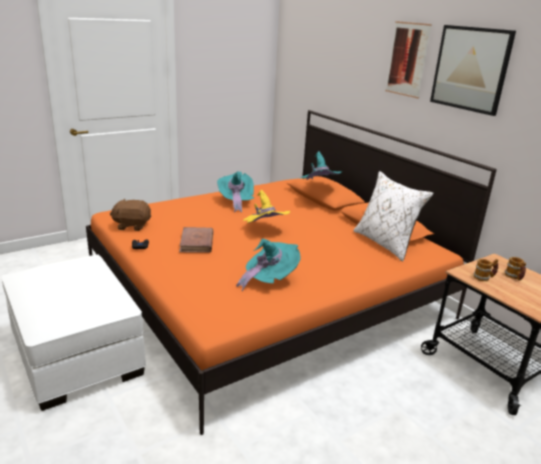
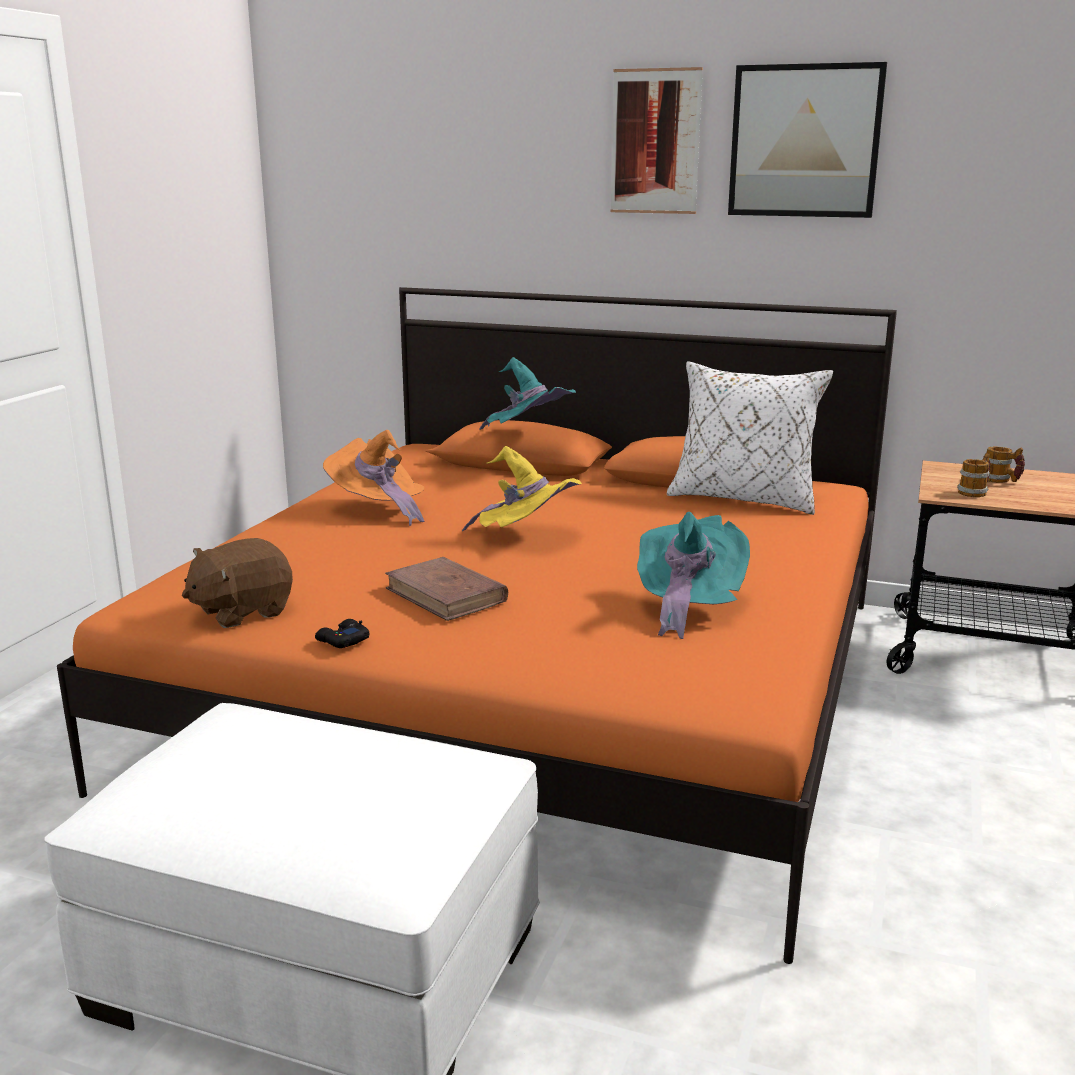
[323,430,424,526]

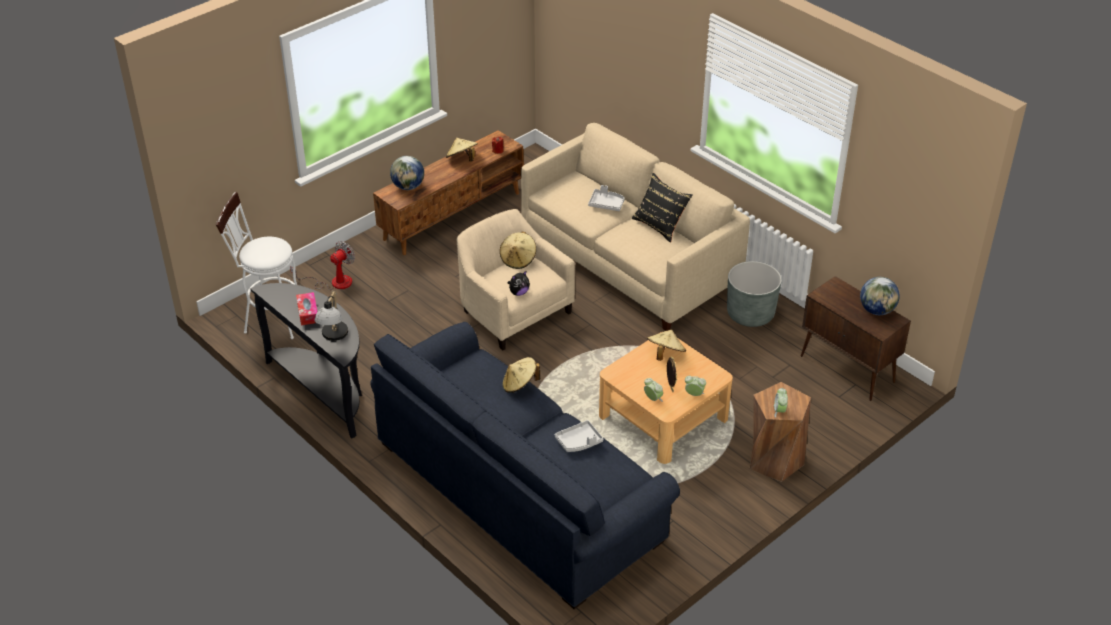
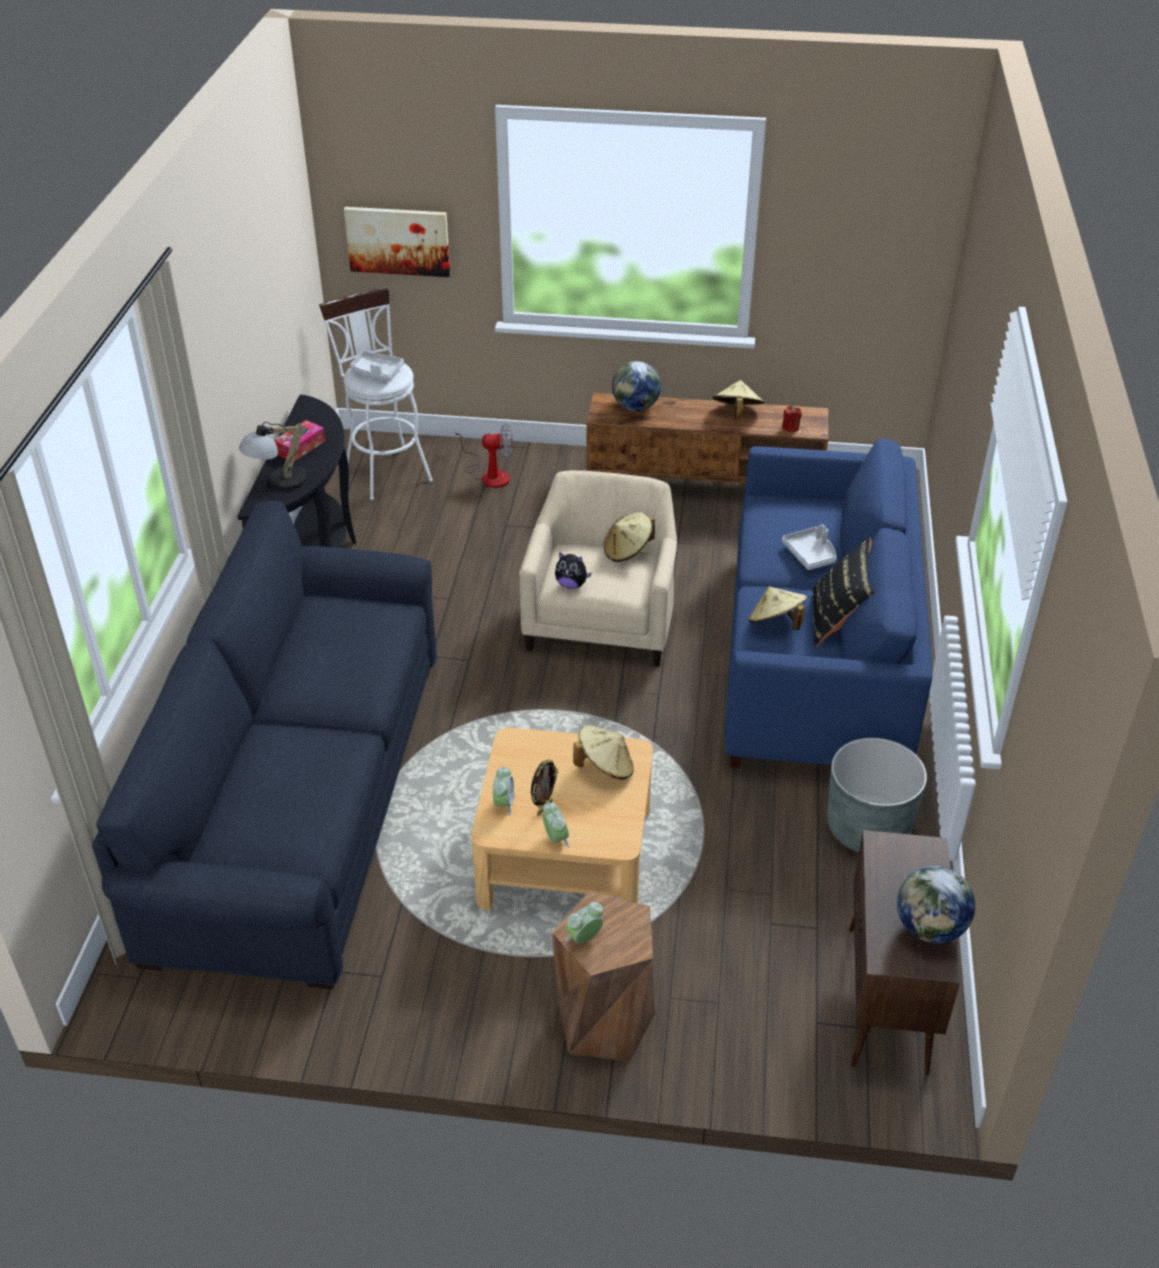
[724,438,933,768]
[748,586,807,630]
[350,351,404,381]
[344,207,450,277]

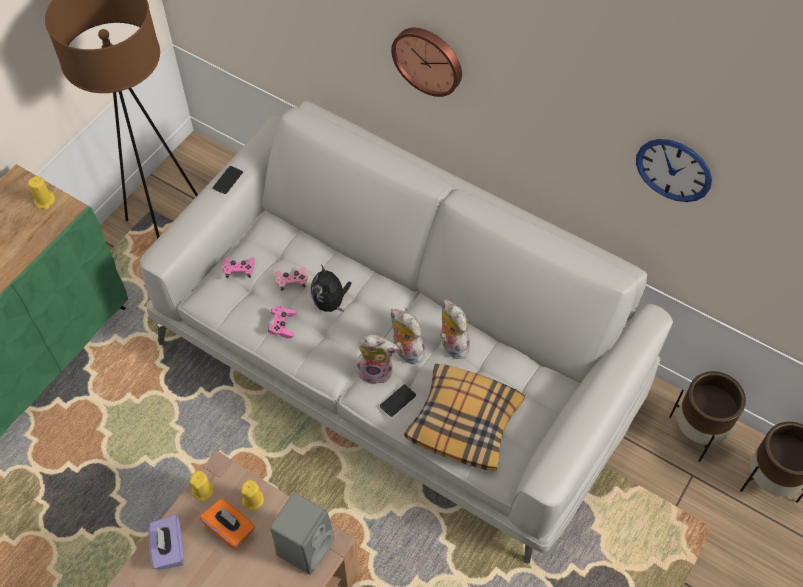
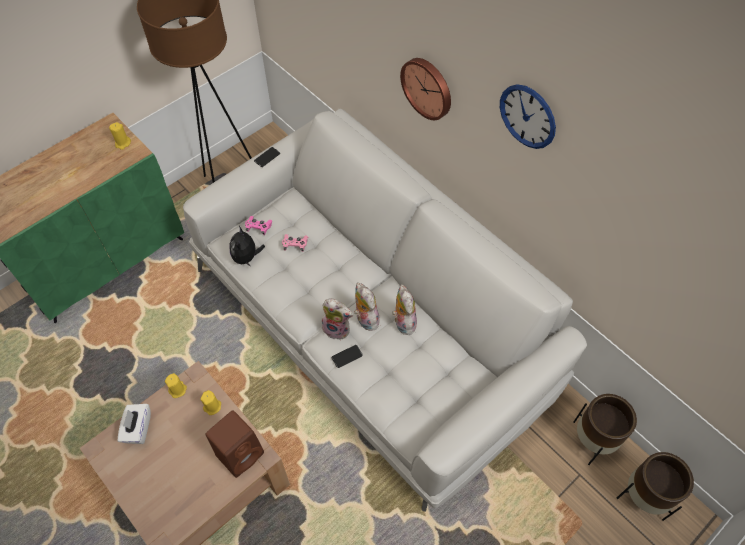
[500,84,556,149]
[229,226,265,267]
[268,305,297,338] (first image)
[404,364,525,471] (first image)
[206,411,264,478]
[200,499,255,550] (first image)
[118,404,151,444]

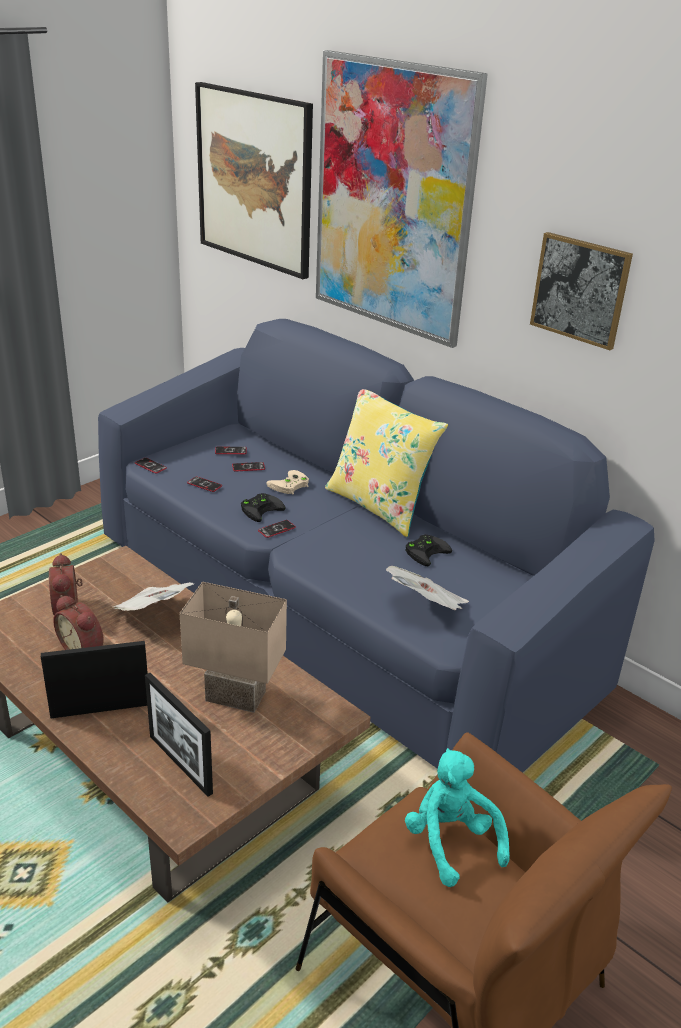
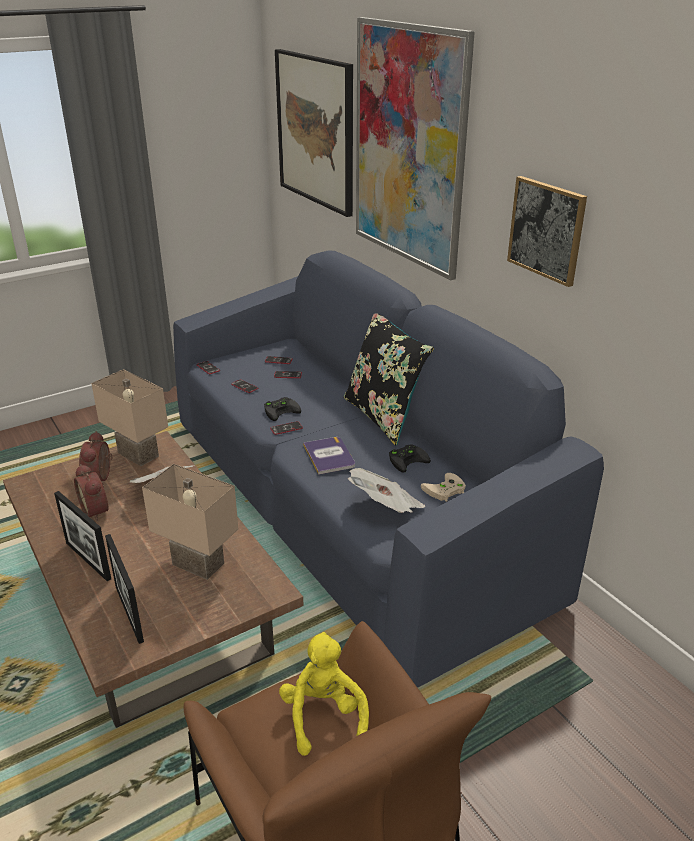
[344,313,434,445]
[421,473,466,502]
[54,491,111,581]
[279,632,369,756]
[91,369,168,466]
[303,437,355,475]

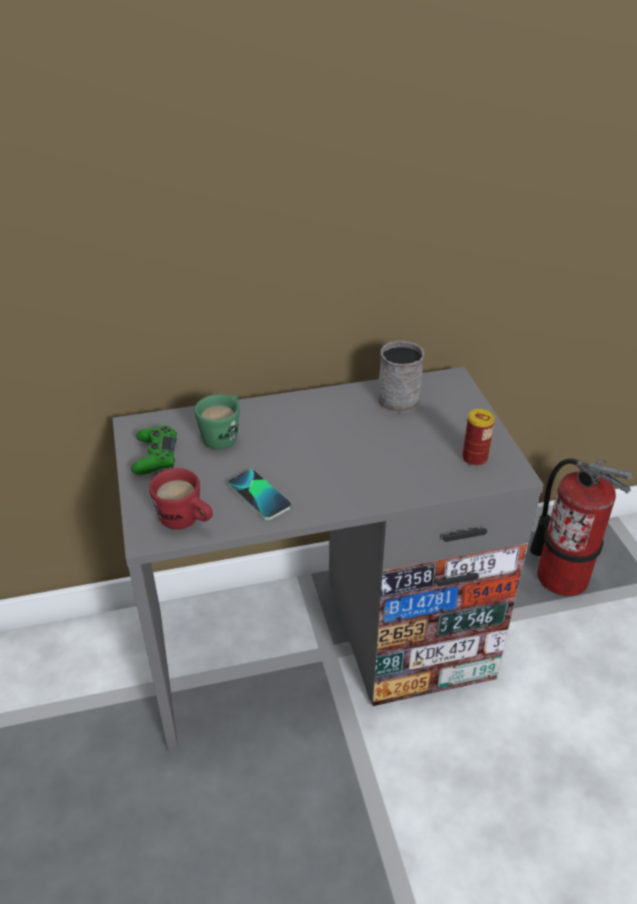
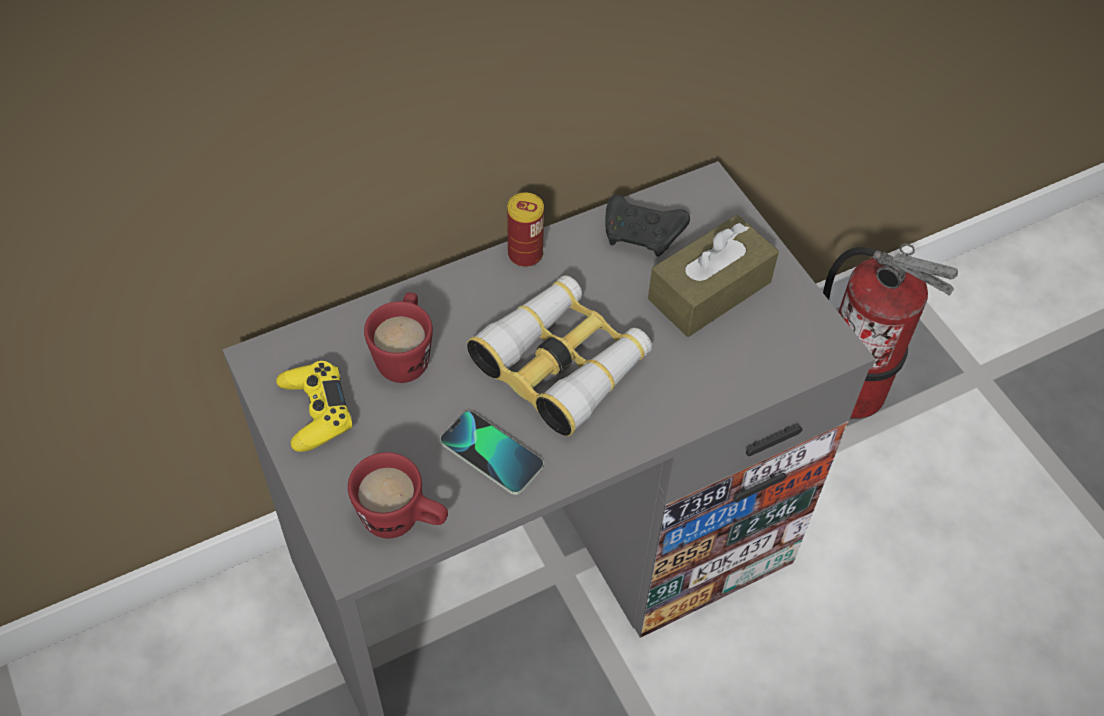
[605,195,690,257]
[364,292,433,383]
[507,193,544,267]
[276,361,353,452]
[648,215,779,337]
[467,275,652,436]

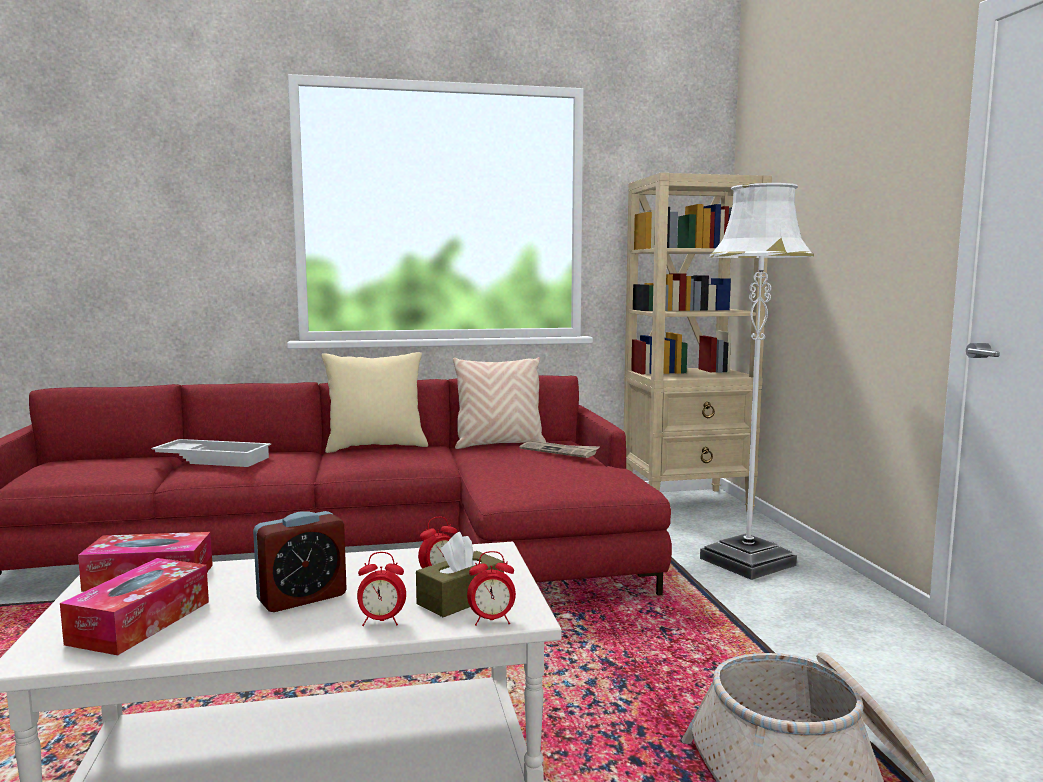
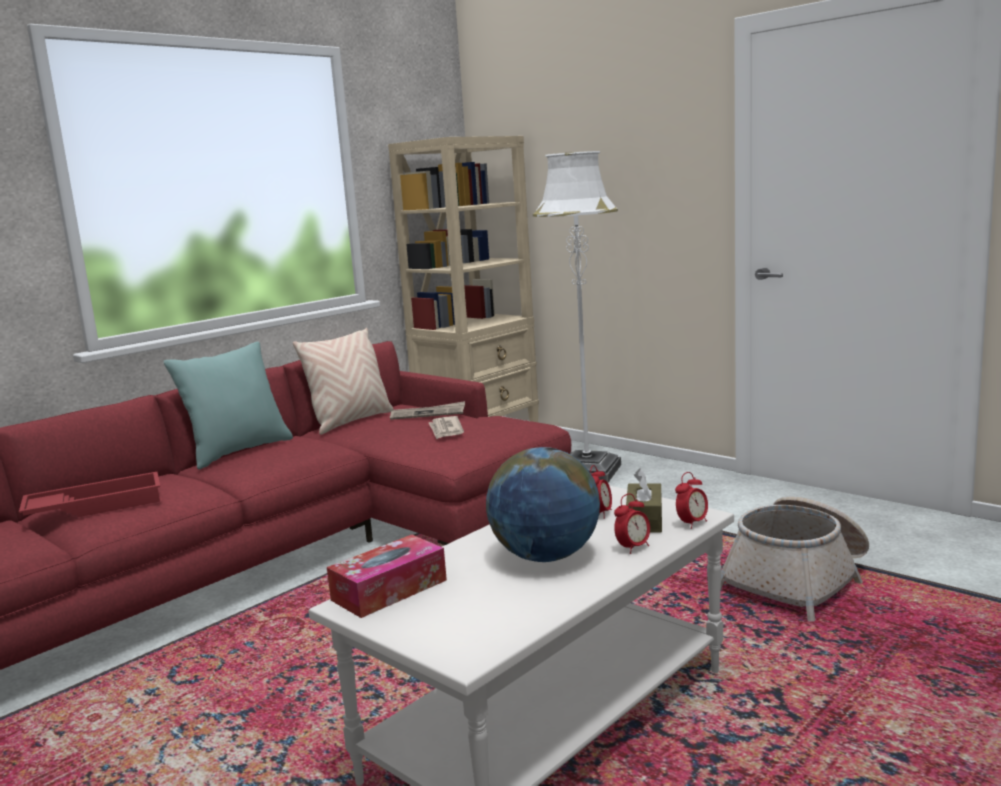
[163,342,293,469]
[19,472,160,517]
[486,447,600,562]
[60,558,209,655] (first image)
[429,416,464,439]

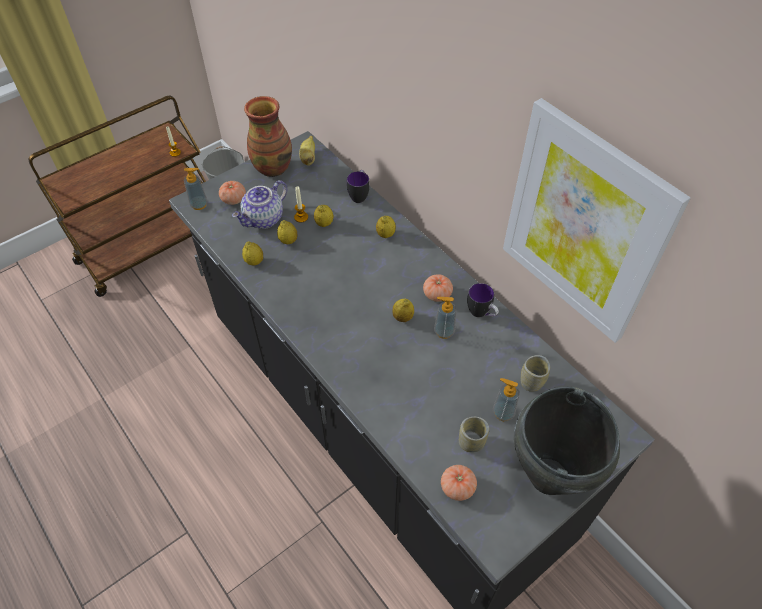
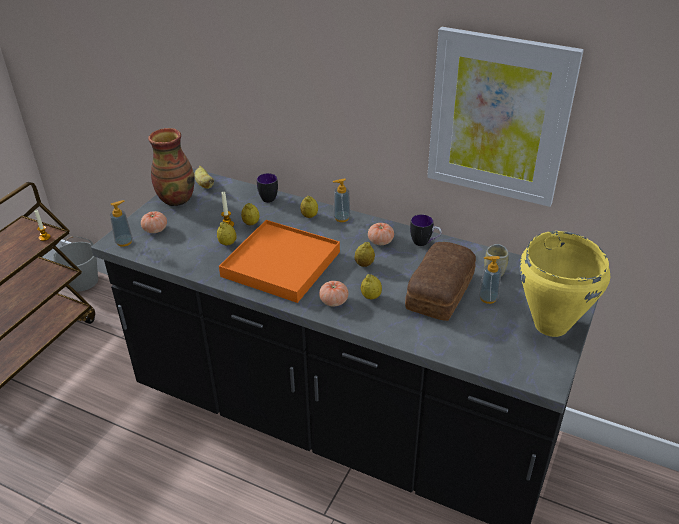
[232,180,287,229] (first image)
[361,274,382,299]
[333,178,351,222]
[520,231,610,337]
[459,417,489,453] (first image)
[319,281,348,306]
[219,220,340,303]
[405,242,476,321]

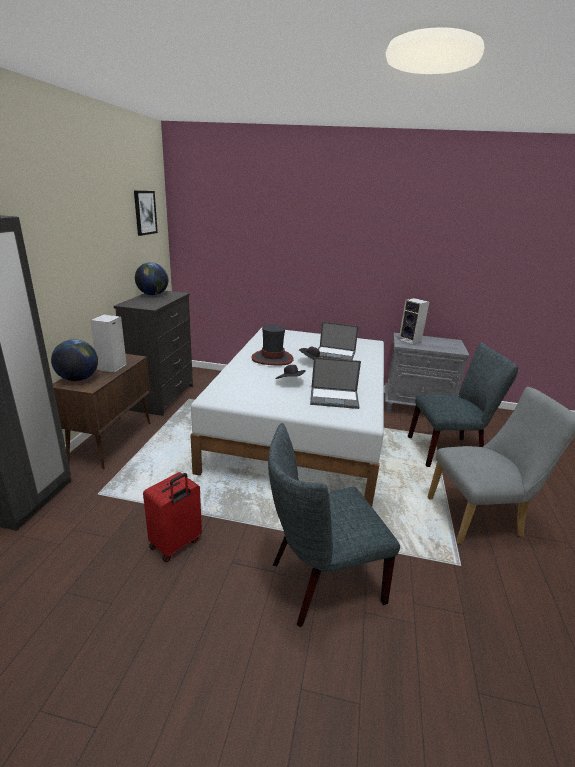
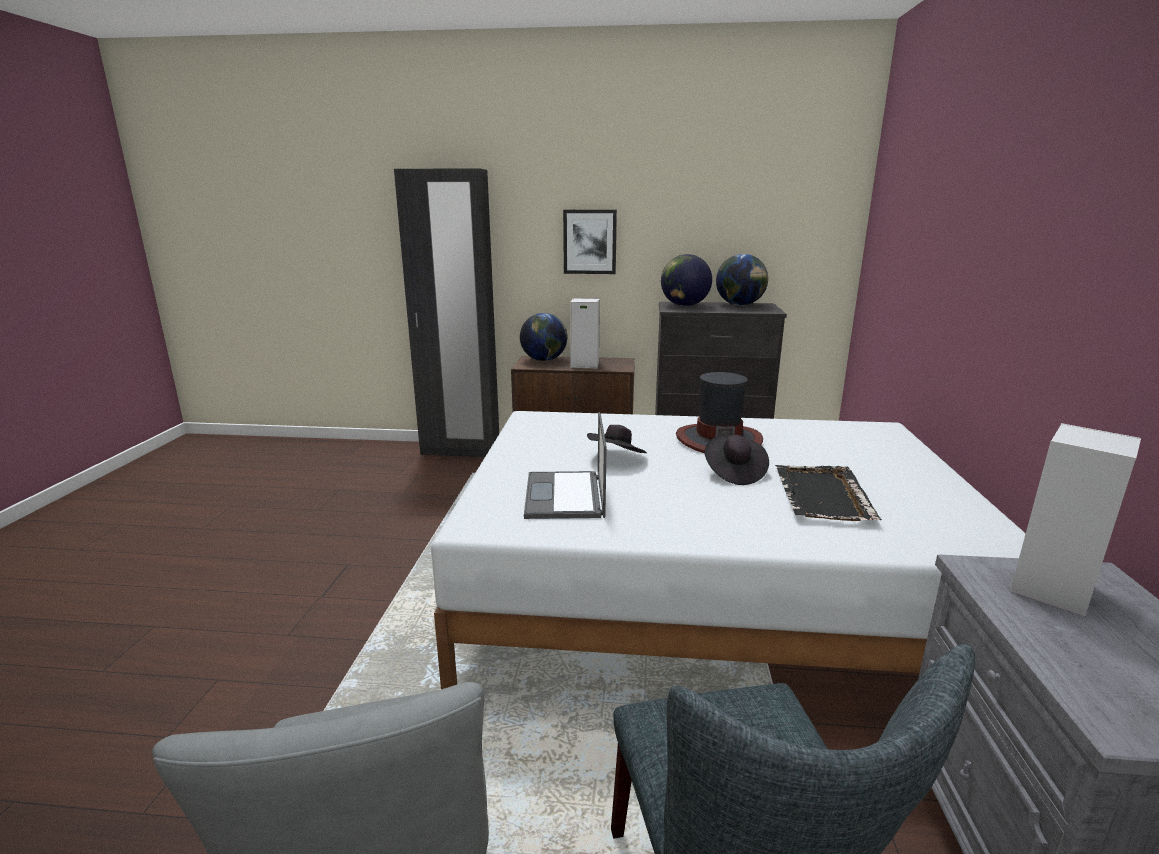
[563,210,617,274]
[775,465,882,521]
[268,423,400,627] (first image)
[143,472,202,562] (first image)
[661,254,712,306]

